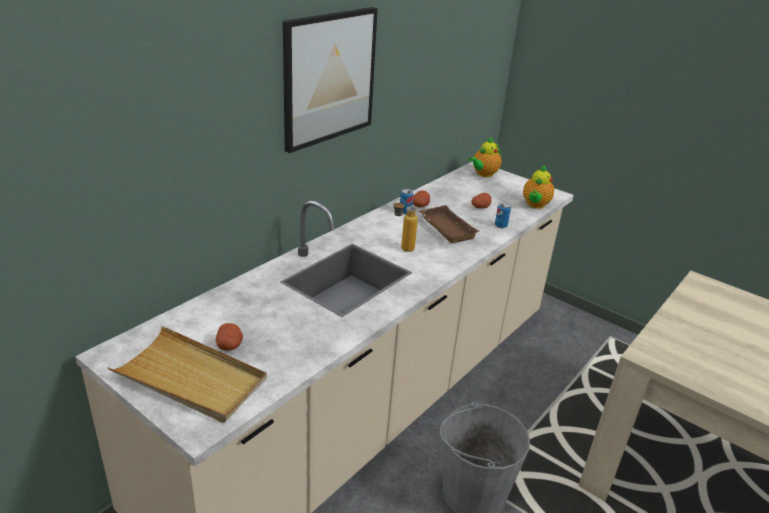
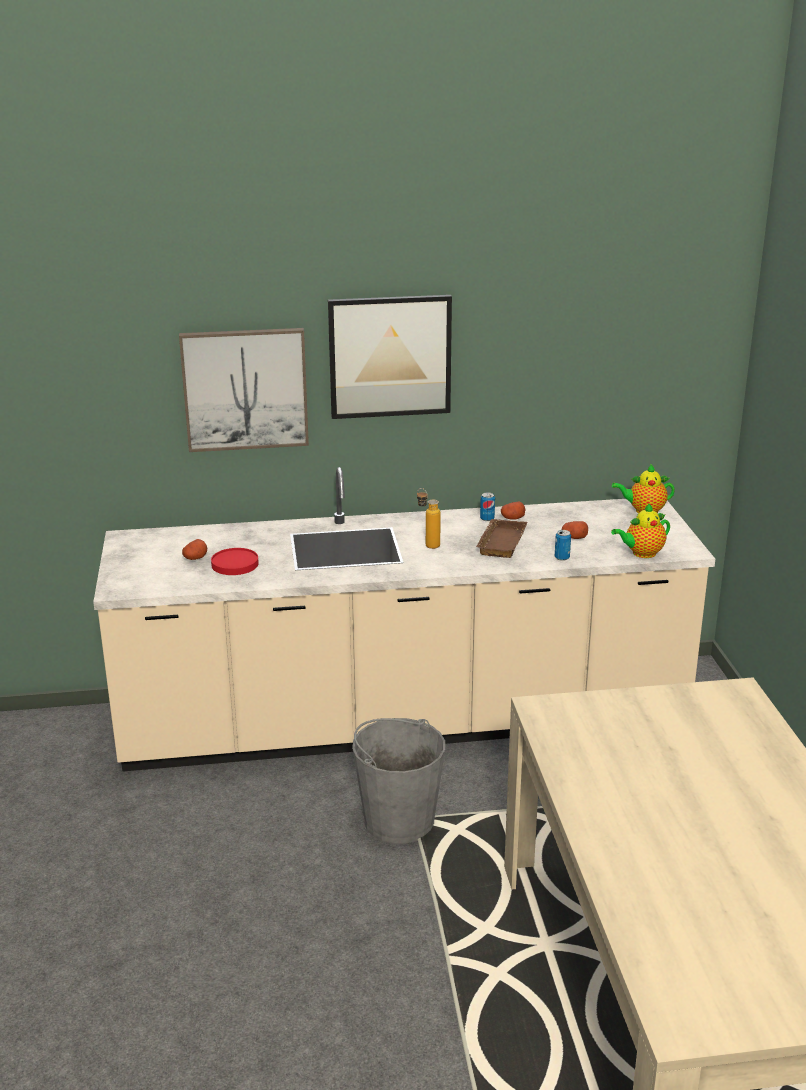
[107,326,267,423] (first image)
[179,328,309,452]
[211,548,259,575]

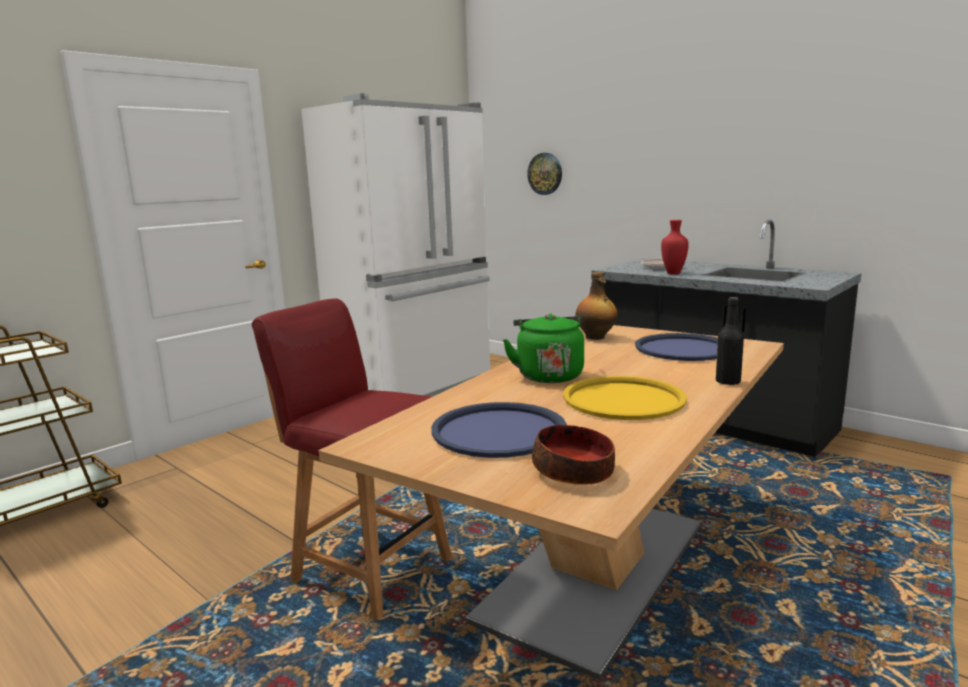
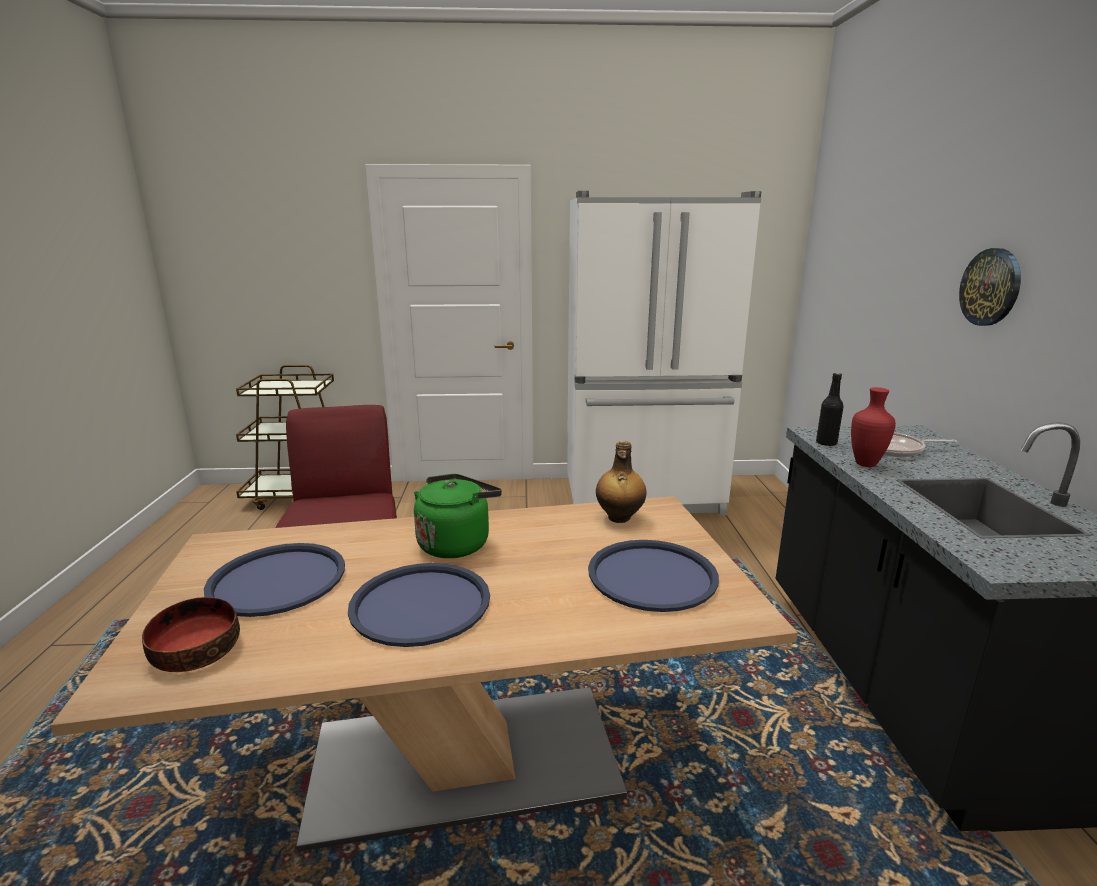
[959,248,1021,326]
[816,373,844,446]
[348,563,490,647]

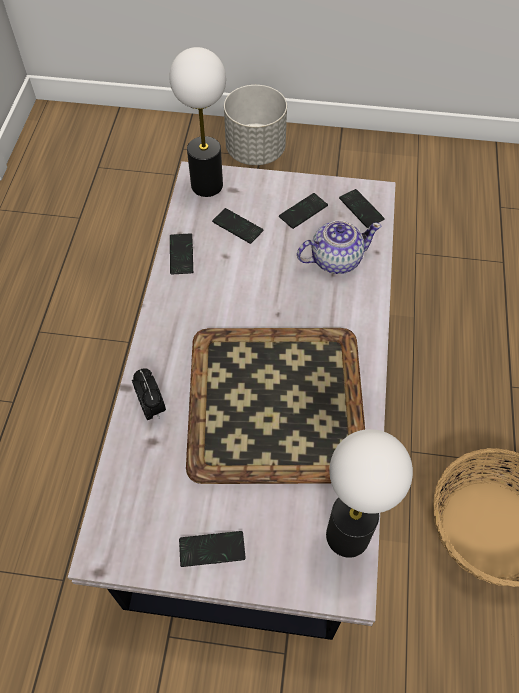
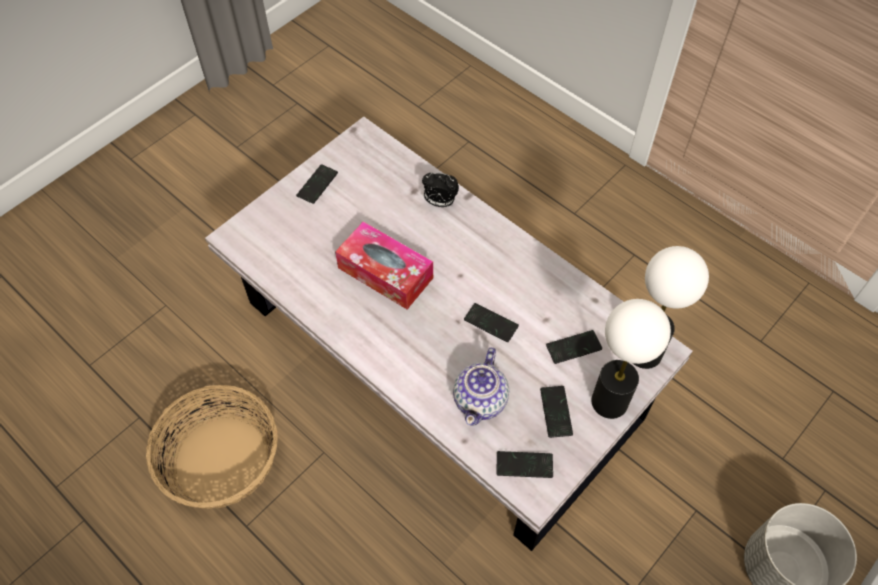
[464,303,519,342]
[335,221,433,309]
[591,299,671,419]

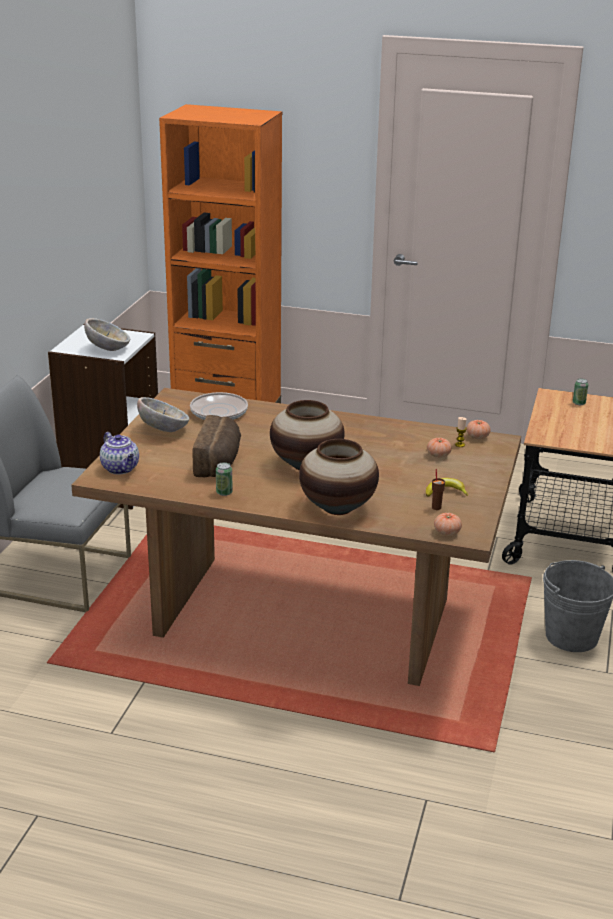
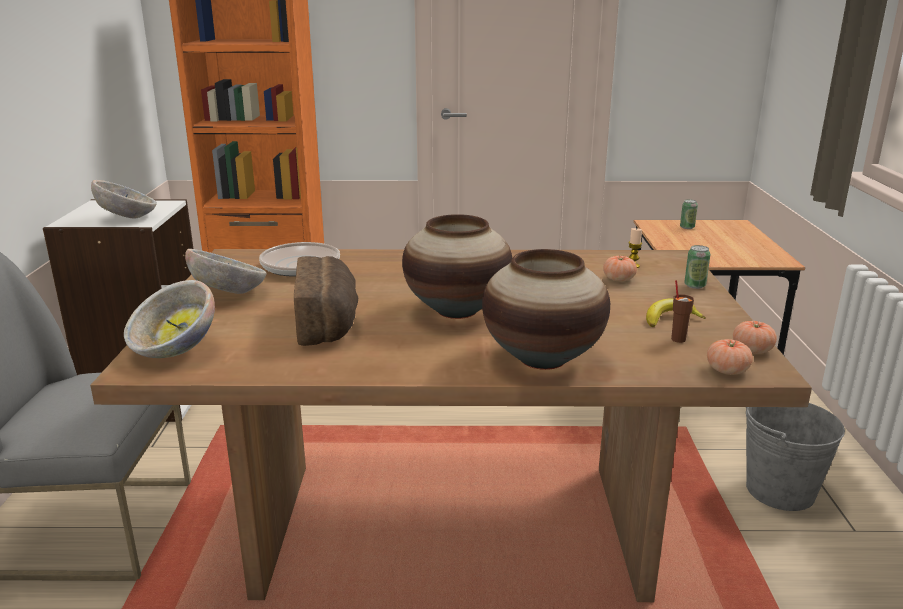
[733,321,777,354]
[124,280,215,358]
[684,245,710,289]

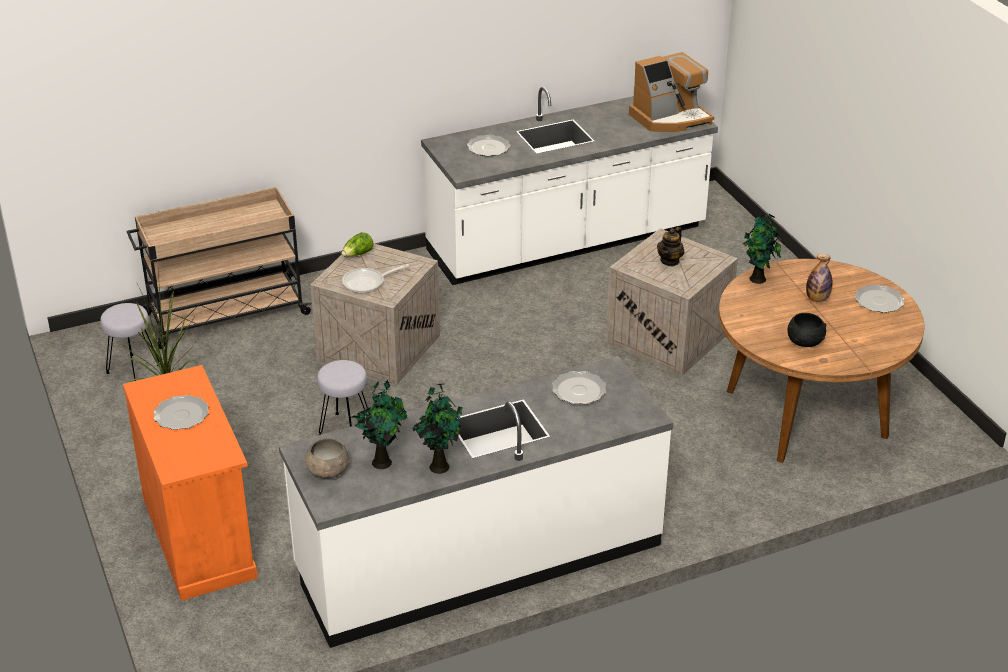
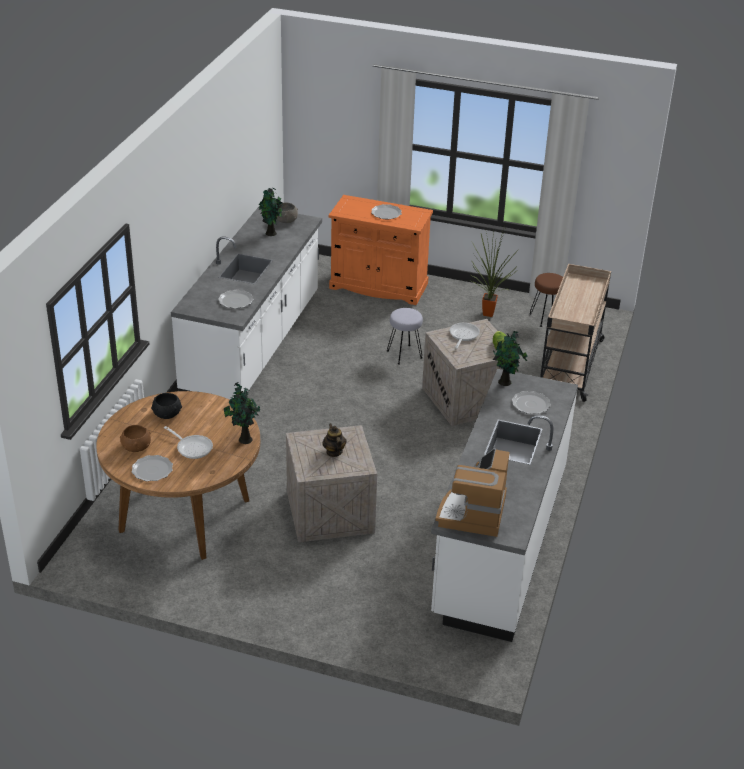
[164,426,213,459]
[529,273,563,327]
[493,331,528,386]
[120,425,151,452]

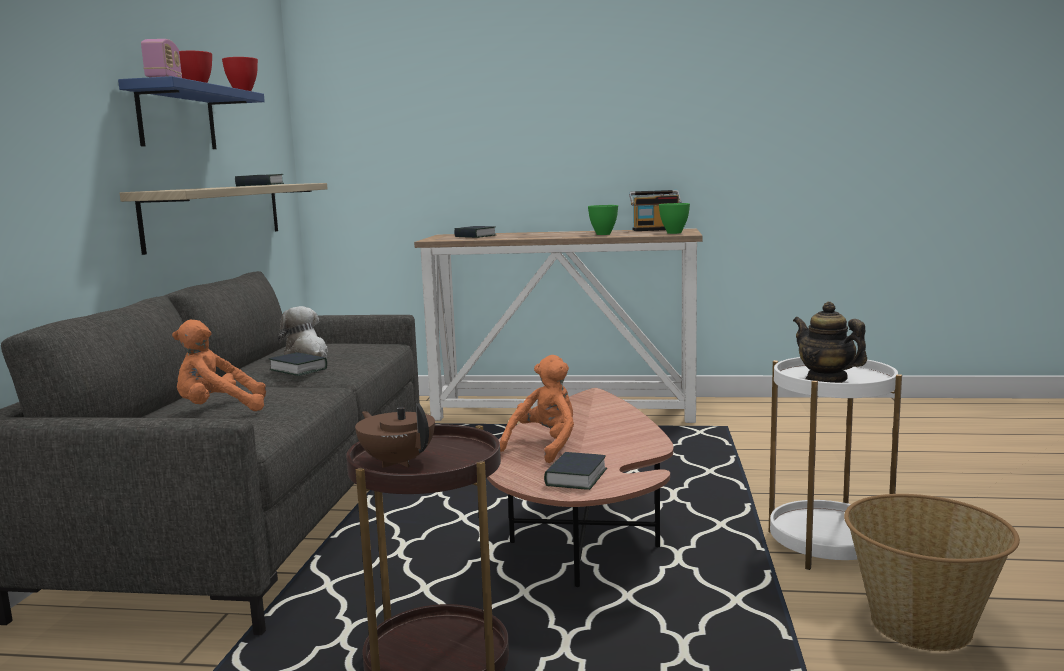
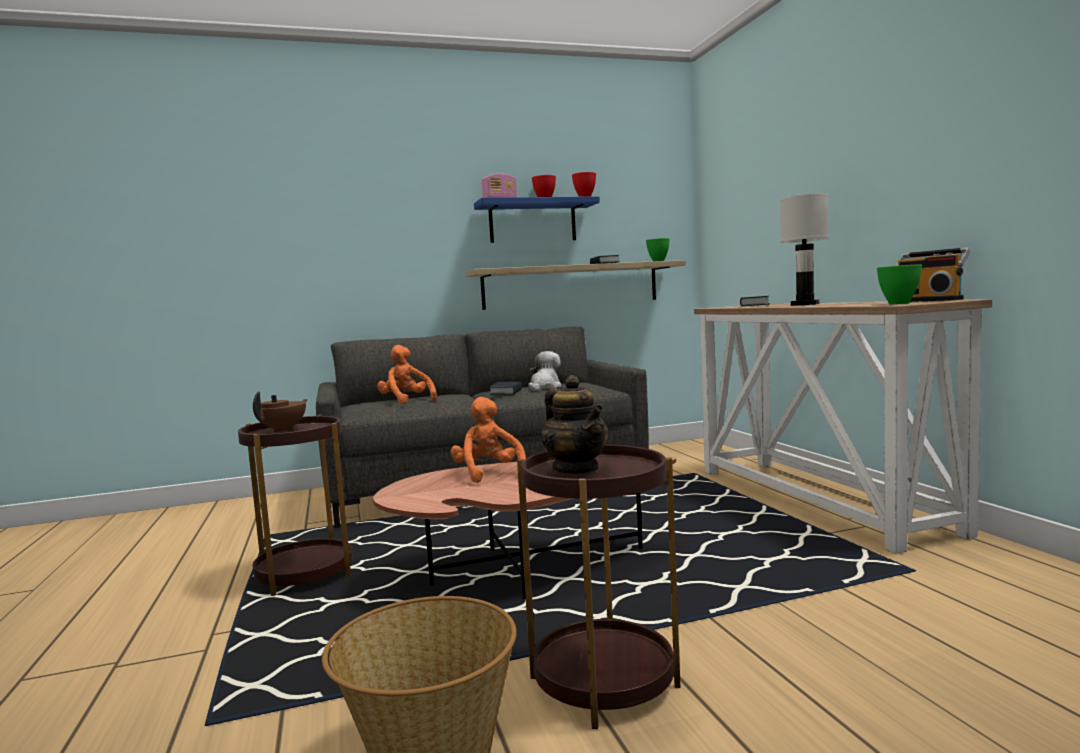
[646,238,670,261]
[541,375,608,474]
[451,397,526,483]
[517,445,680,729]
[544,452,607,490] (first image)
[780,193,829,306]

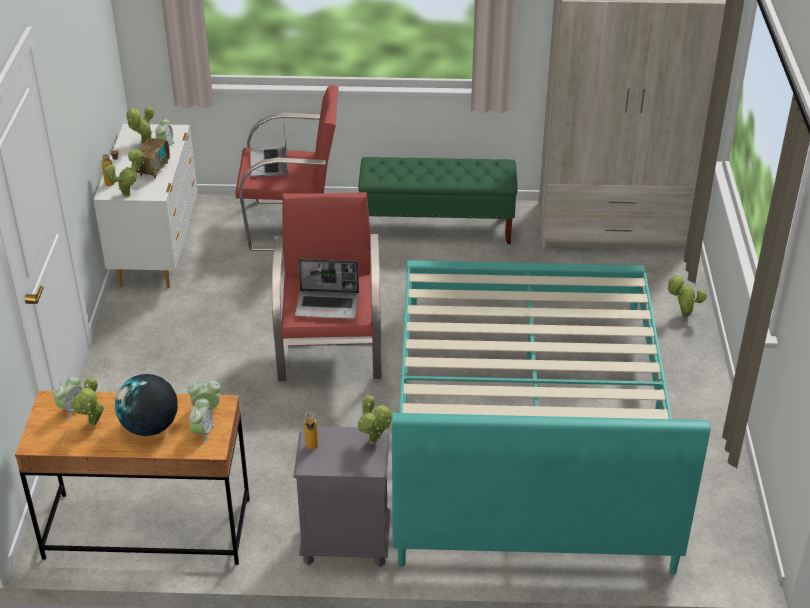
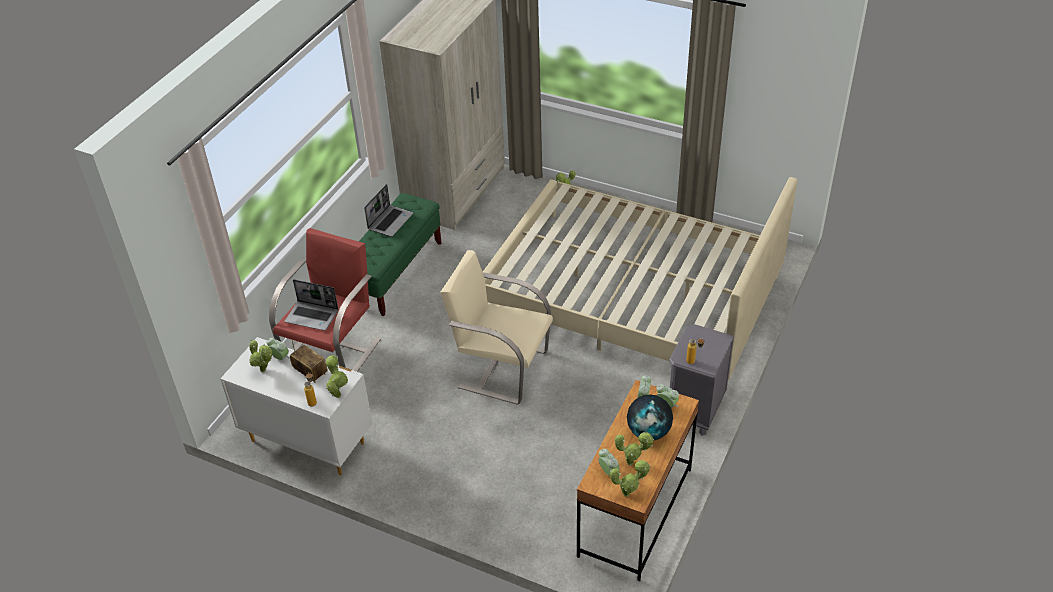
[440,250,553,405]
[364,184,413,237]
[483,177,798,380]
[610,460,650,497]

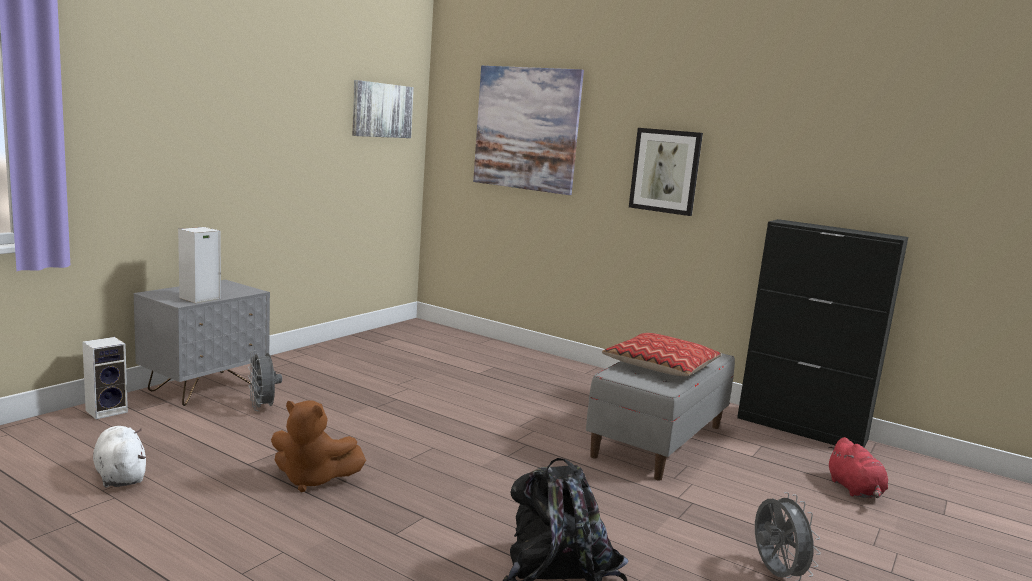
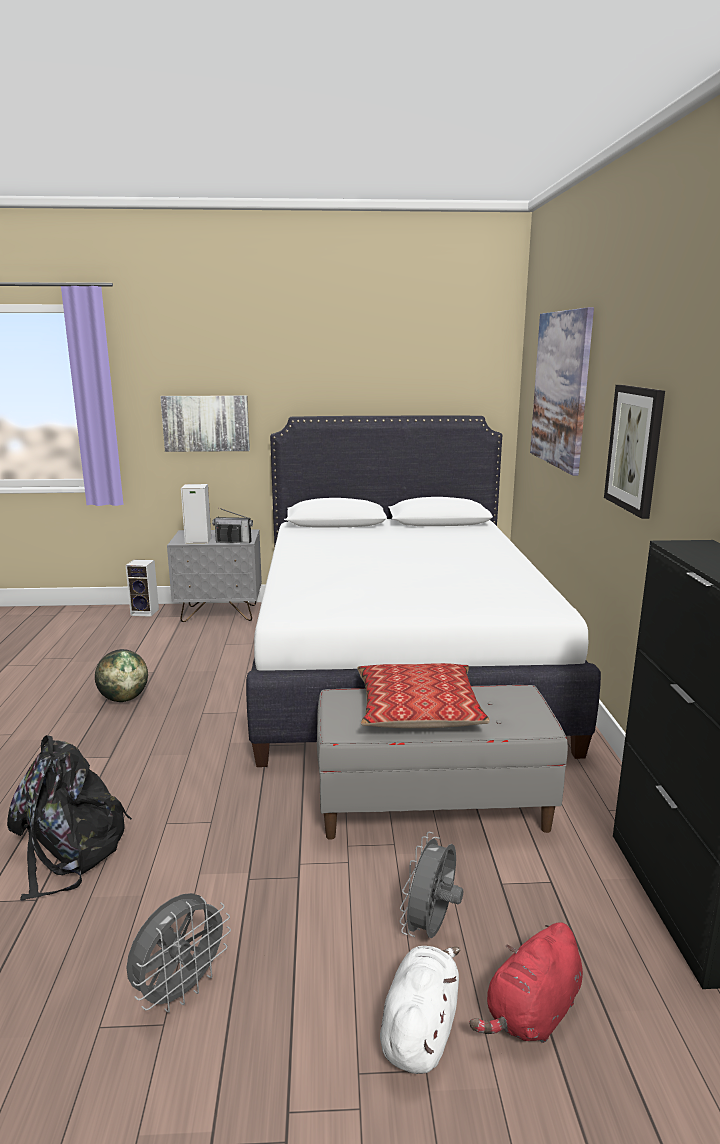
[160,395,250,452]
[399,832,463,938]
[95,649,148,702]
[380,946,460,1074]
[246,415,601,767]
[212,508,253,543]

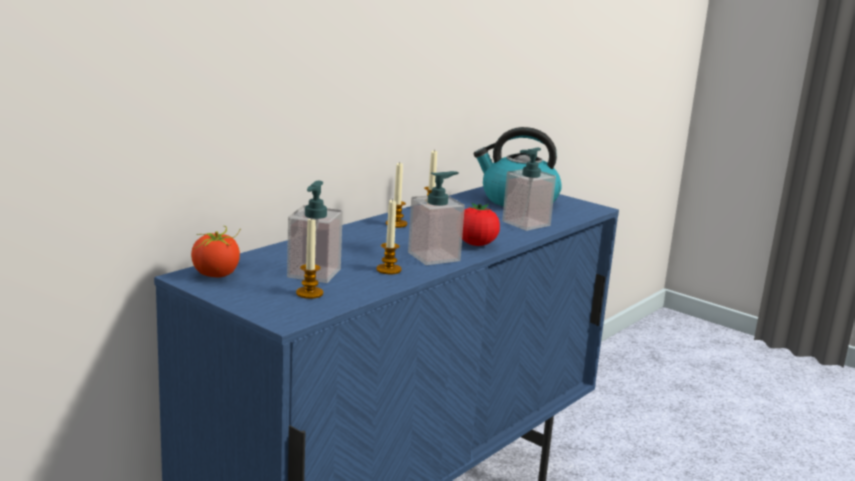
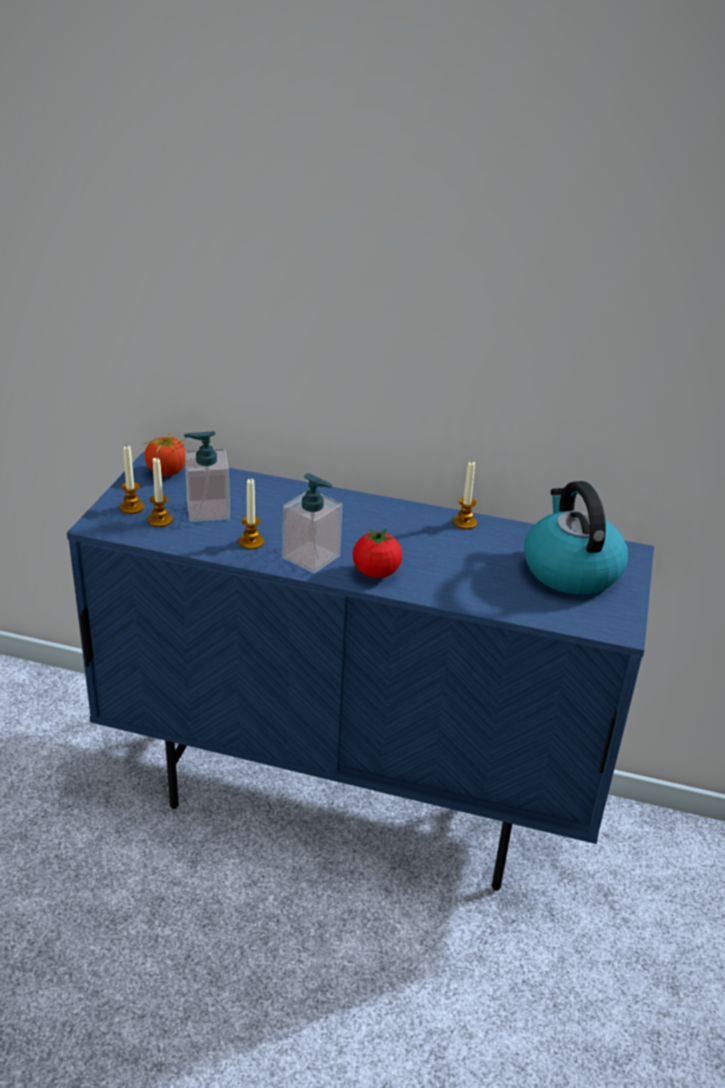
[502,148,556,231] (first image)
[120,446,144,514]

